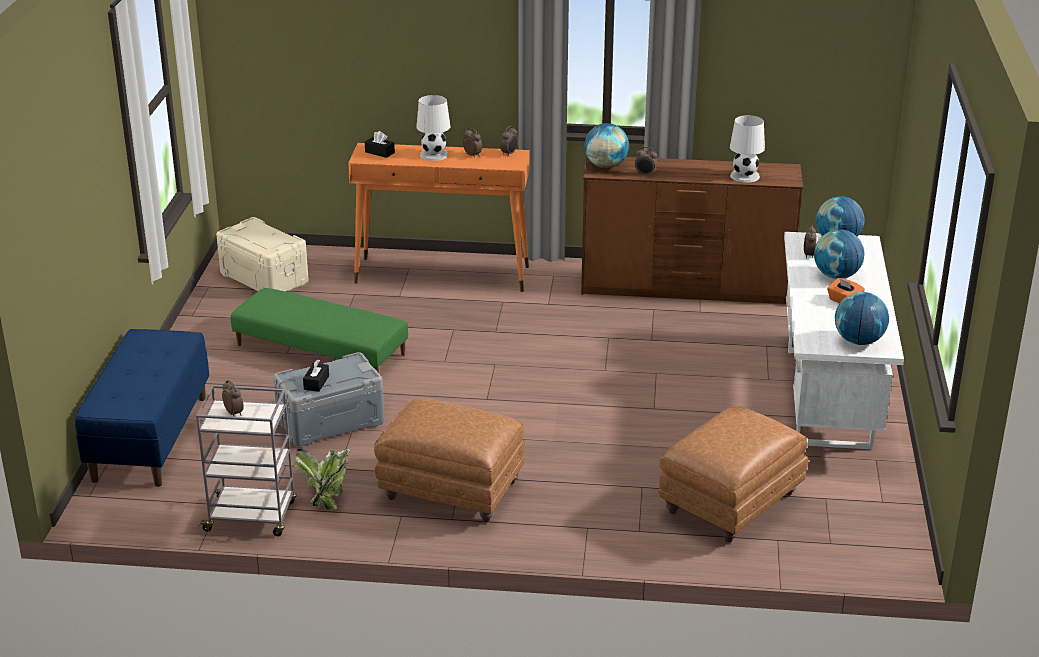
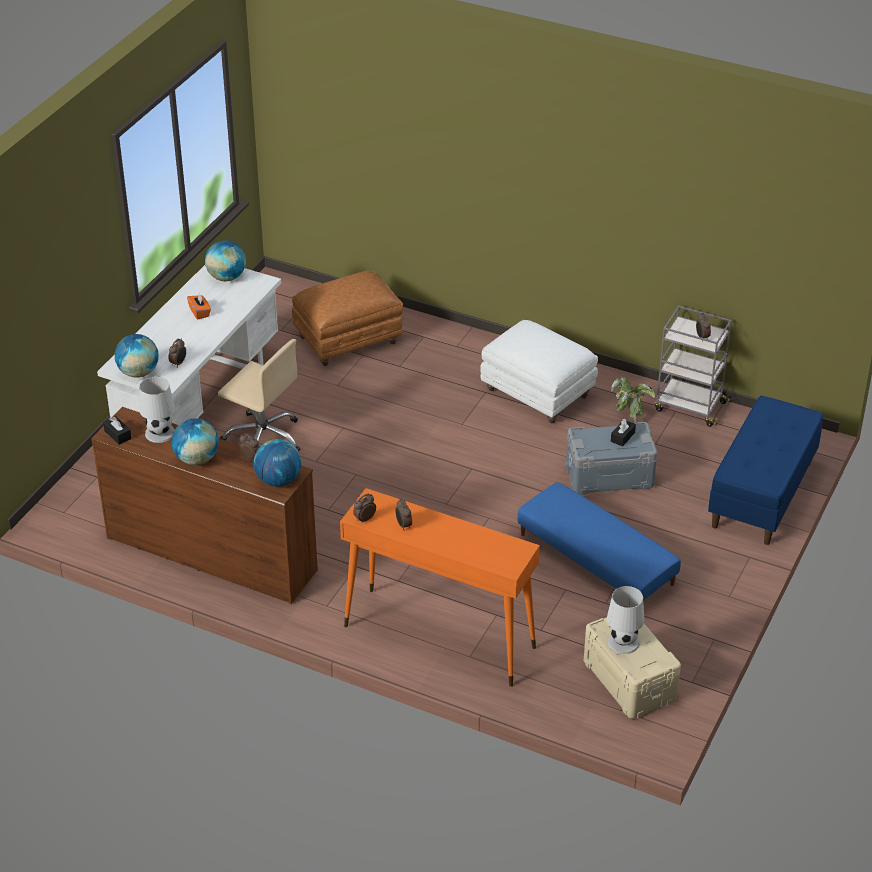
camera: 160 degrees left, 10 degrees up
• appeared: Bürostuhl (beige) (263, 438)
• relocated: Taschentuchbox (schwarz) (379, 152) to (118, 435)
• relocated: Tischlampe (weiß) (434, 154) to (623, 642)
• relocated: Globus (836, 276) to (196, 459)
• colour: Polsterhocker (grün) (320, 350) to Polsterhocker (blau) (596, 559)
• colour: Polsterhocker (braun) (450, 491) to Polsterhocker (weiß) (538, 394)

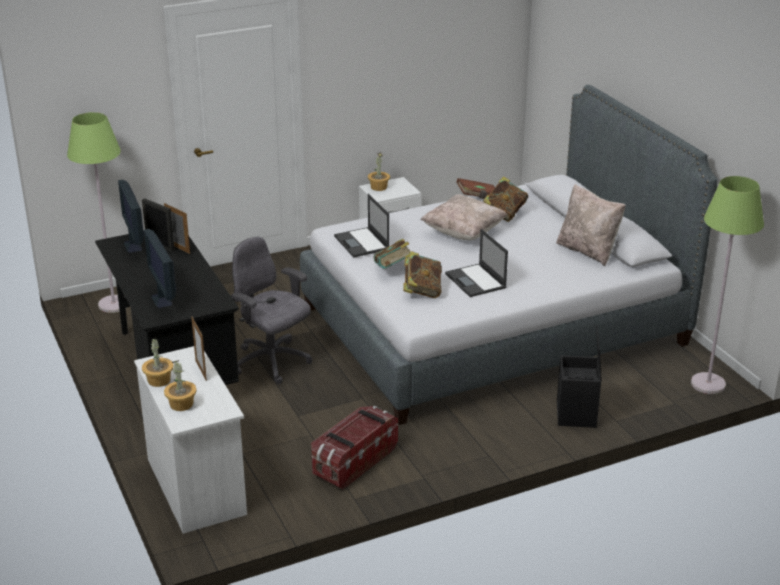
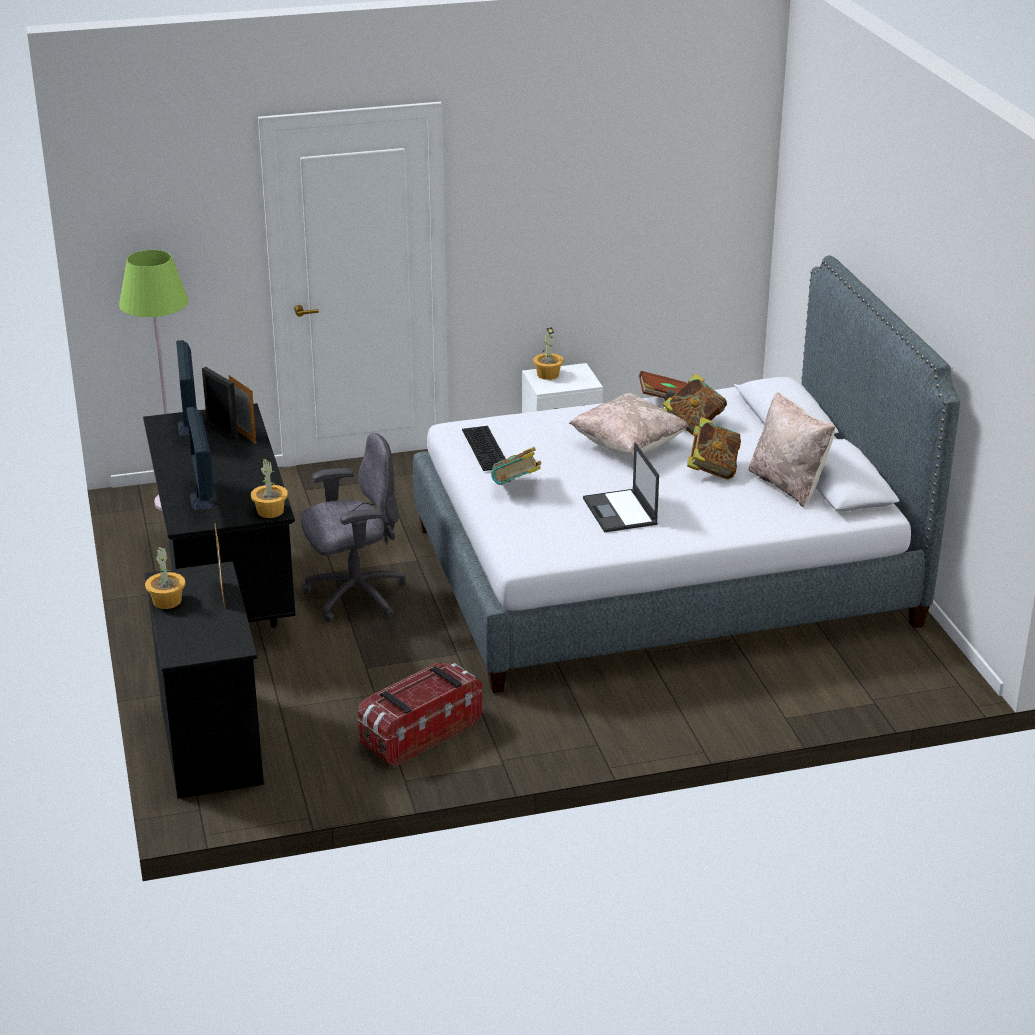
camera: 10 degrees right, 0 degrees up
• missing: Aufbewahrungsbox (schwarz) (577, 414)
• missing: Stehlampe (grün) (708, 384)
• relocated: Topfpflanze (181, 404) to (270, 511)
• relocated: Buch (422, 291) to (713, 469)
• exchanged: Laptop (362, 243) to Tastatur (487, 448)
• colour: Kommode (weiß) (196, 486) to Kommode (schwarz) (211, 742)
• spun: Bürostuhl (grau) (272, 363) = (354, 596) 105 degrees clockwise

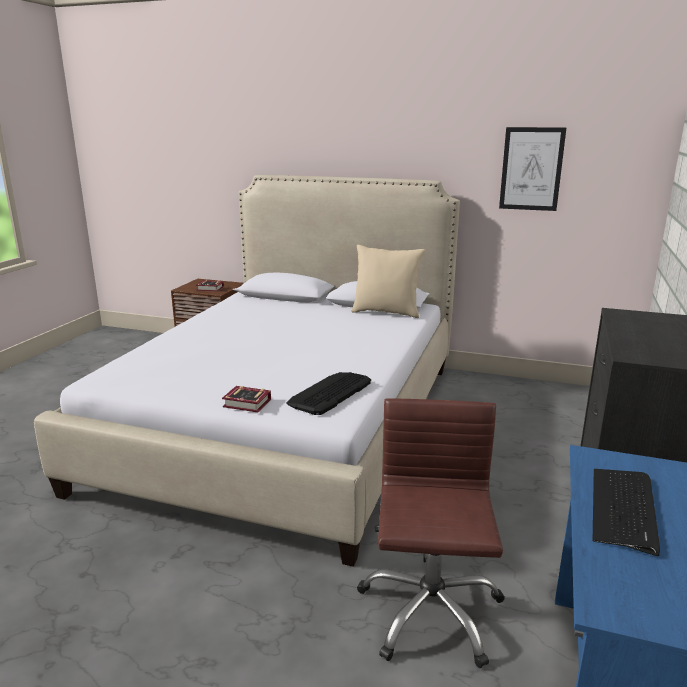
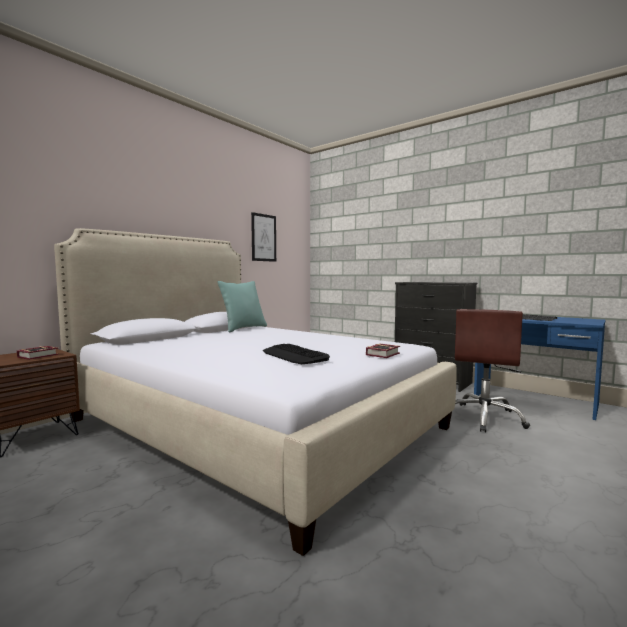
camera: 70 degrees left, 15 degrees down
• relocated: Tastatur (330, 393) to (294, 355)
• colour: Kissen (beige) (386, 312) to Kissen (türkis) (243, 328)
• spun: Bürostuhl (braun) (429, 611) = (484, 418) 90 degrees counterclockwise

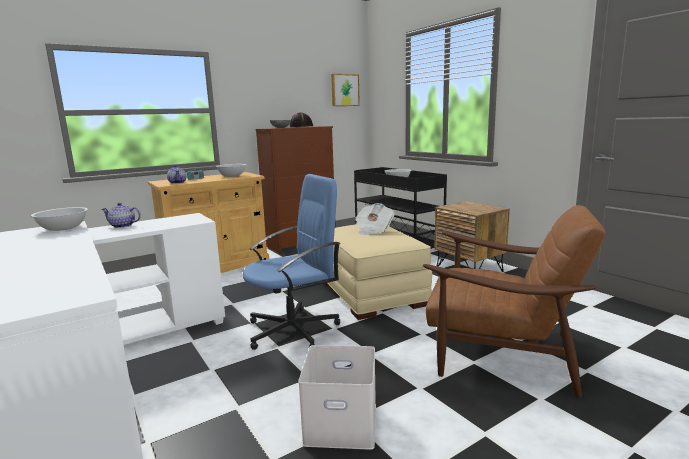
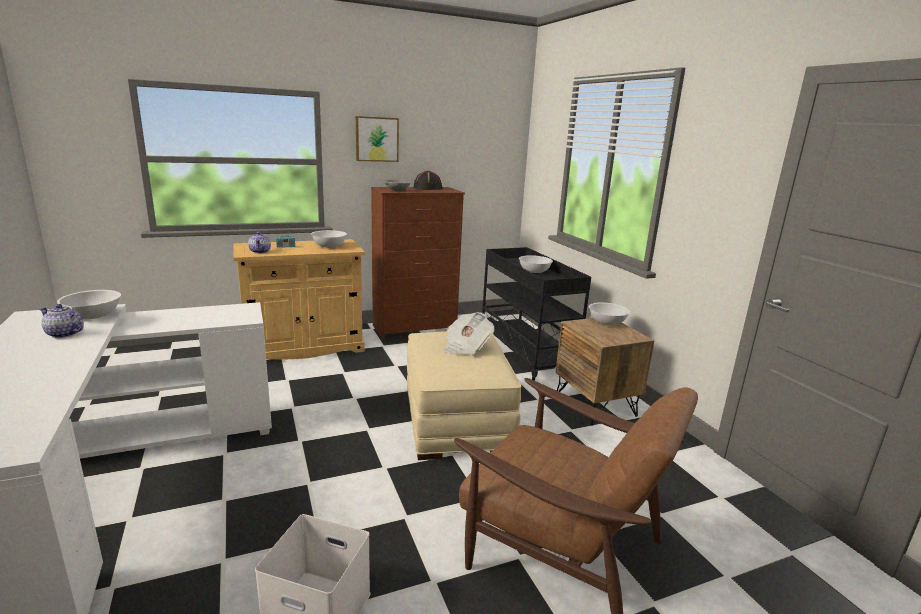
camera: 10 degrees right, 5 degrees up
• missing: Bürostuhl (blau) (294, 330)
• appeared: Schüssel (weiß) (606, 322)
• relocated: Teekanne (123, 226) to (64, 334)
• relocated: Bild (344, 90) to (376, 139)

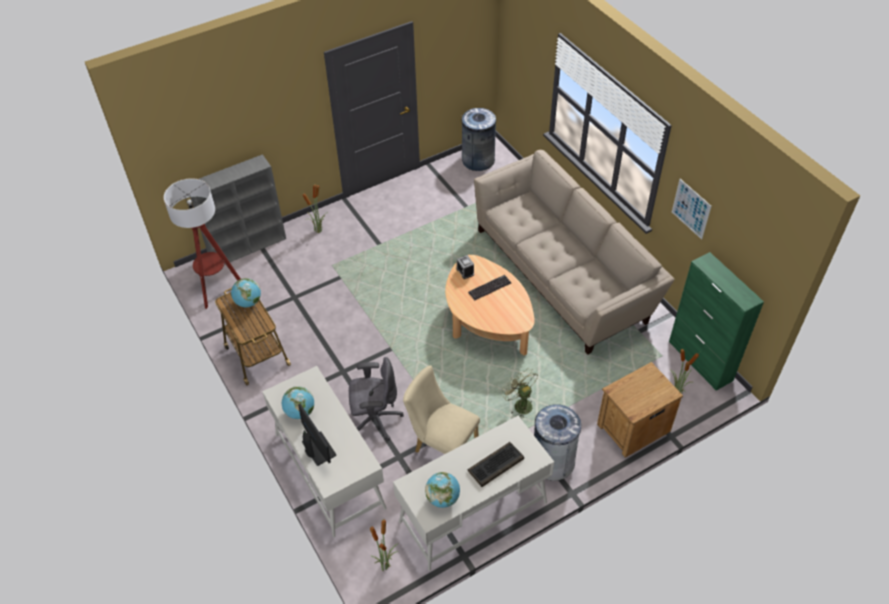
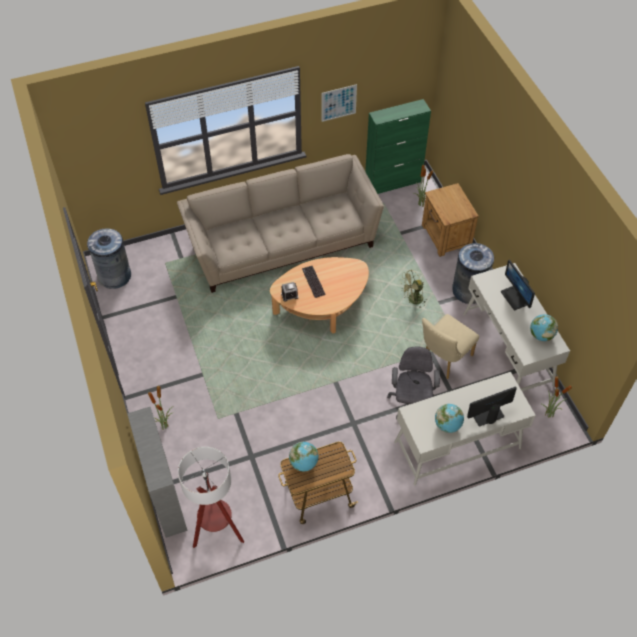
camera: 80 degrees left, 5 degrees up
• exchanged: Tastatur (495, 465) to Monitor (515, 298)

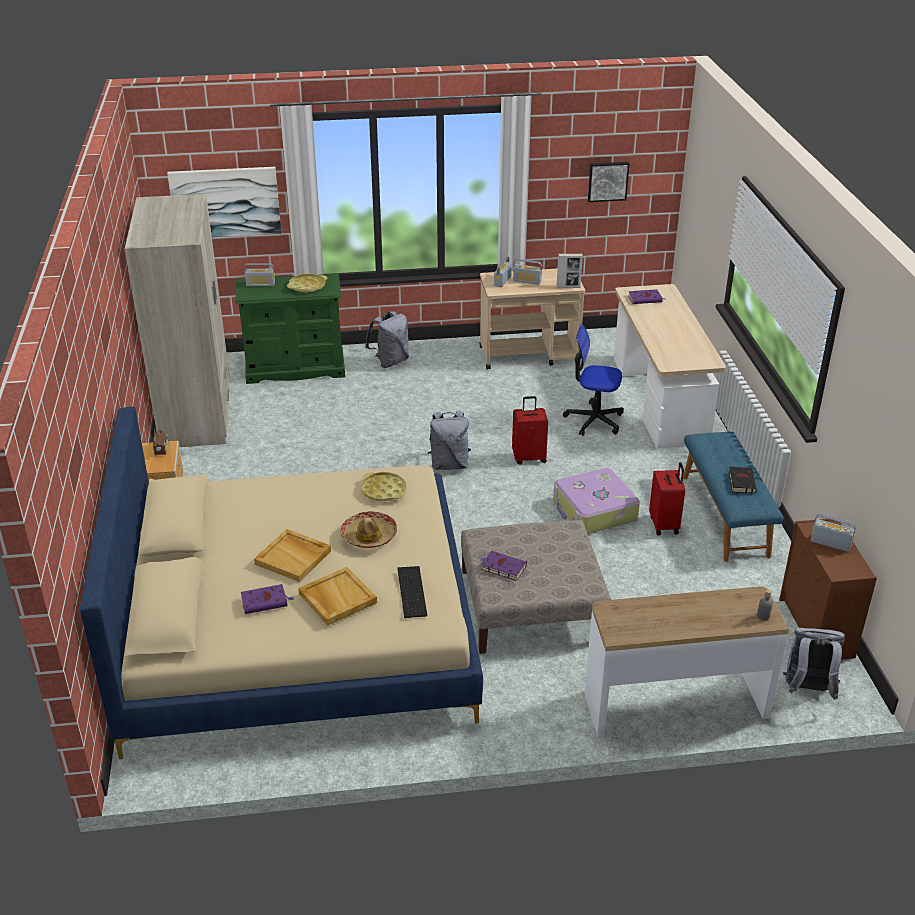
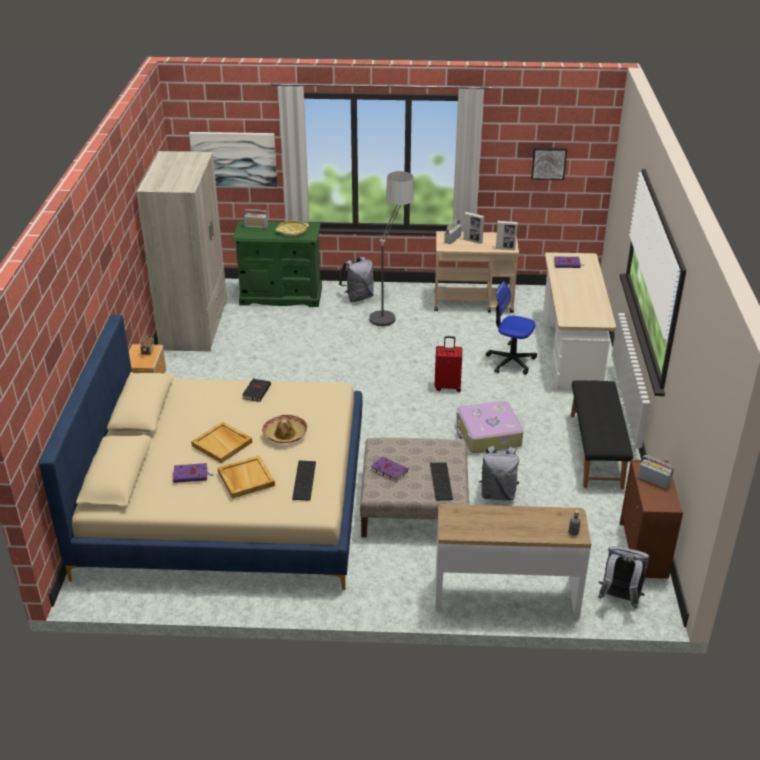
camera: 10 degrees right, 0 degrees up
• missing: Tablett (gelb) (383, 490)
• missing: Koffer (rot) (665, 525)
• appeared: Stehlampe (389, 310)
• appeared: Tastatur (440, 481)
• relocated: Rucksack (grau) (449, 464) to (498, 494)
• relocated: Buch (schwarz) (741, 481) to (257, 391)
• exchanged: Radio (527, 281) to Bilderrahmen (472, 241)
• colour: Bank (blau) (725, 515) to Bank (schwarz) (596, 450)

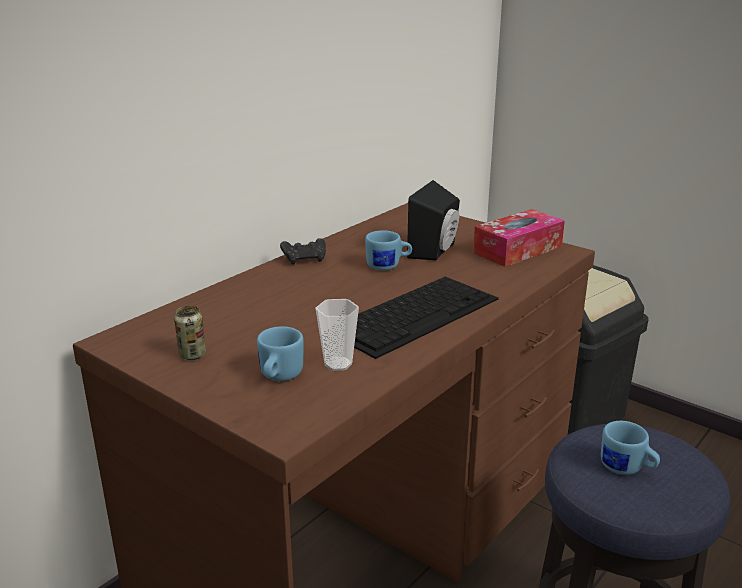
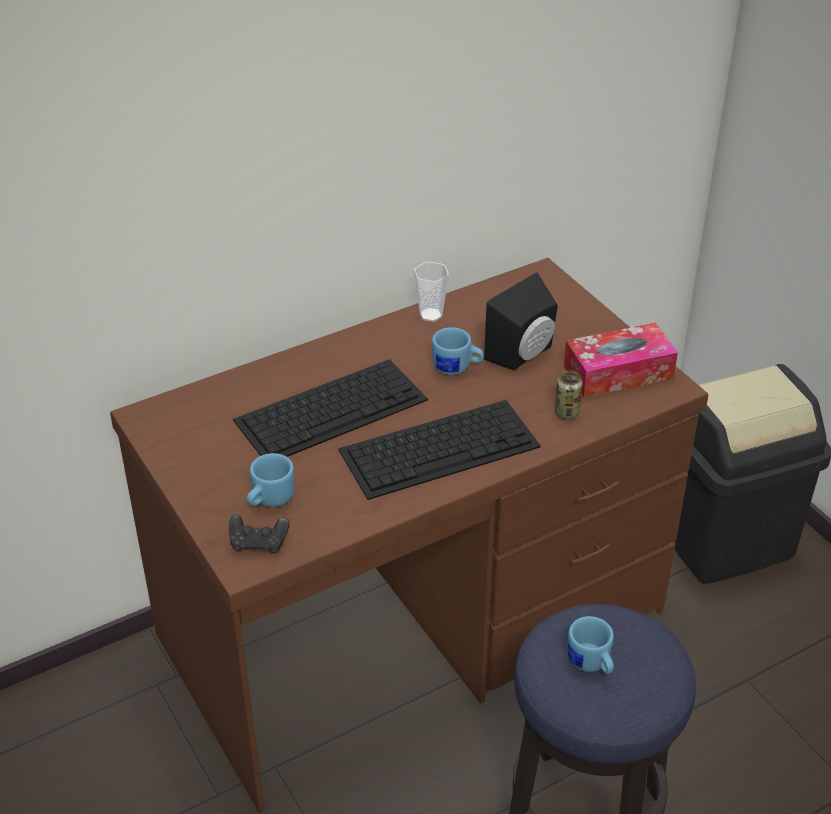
camera: 20 degrees right, 15 degrees up
• appeared: Tastatur (332, 409)
• relocated: Dose (192, 355) to (566, 412)
• relocated: Gamepad (schwarz) (305, 259) to (259, 543)
• relocated: Tasse (338, 364) to (430, 315)

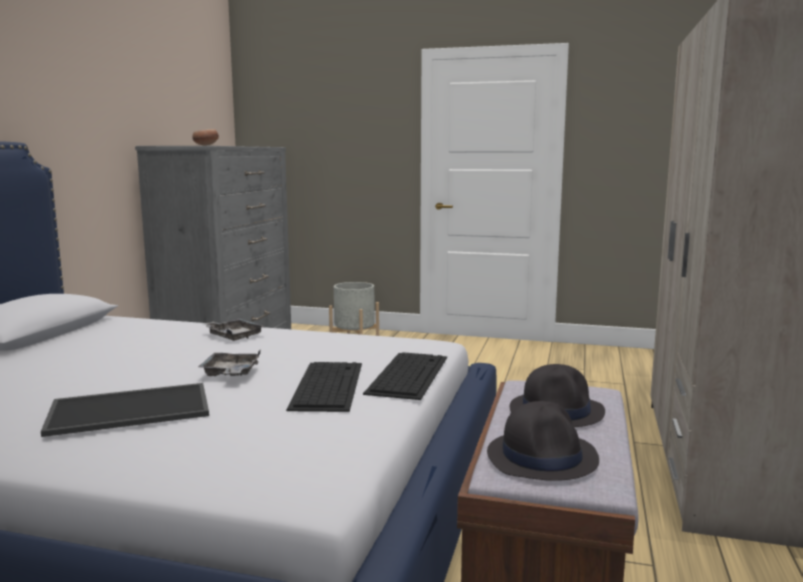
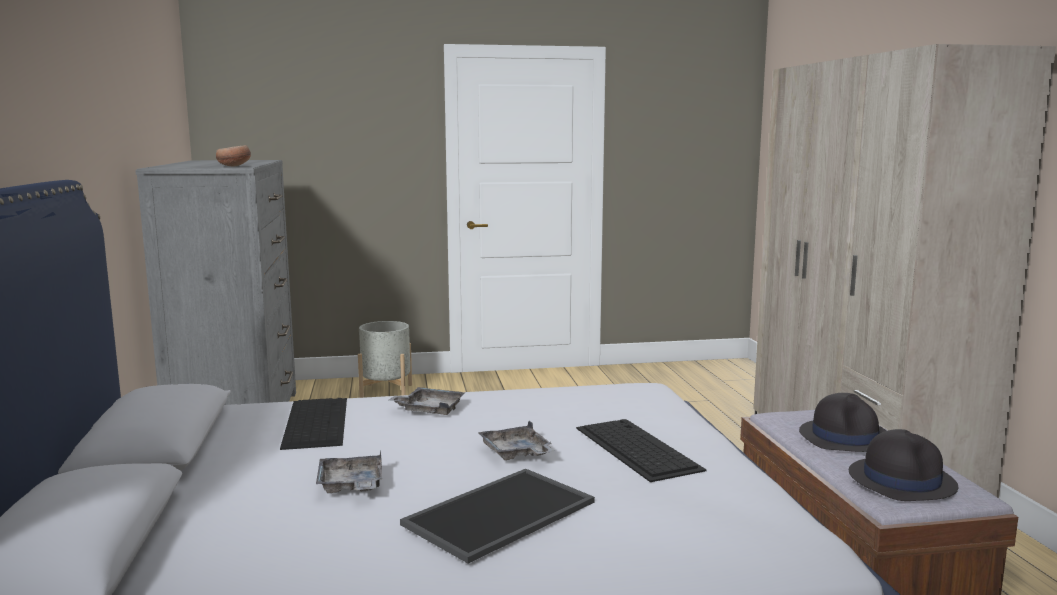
camera: 25 degrees left, 0 degrees up
• appeared: Tablett (grau) (351, 486)
• relocated: Tastatur (408, 374) to (315, 422)

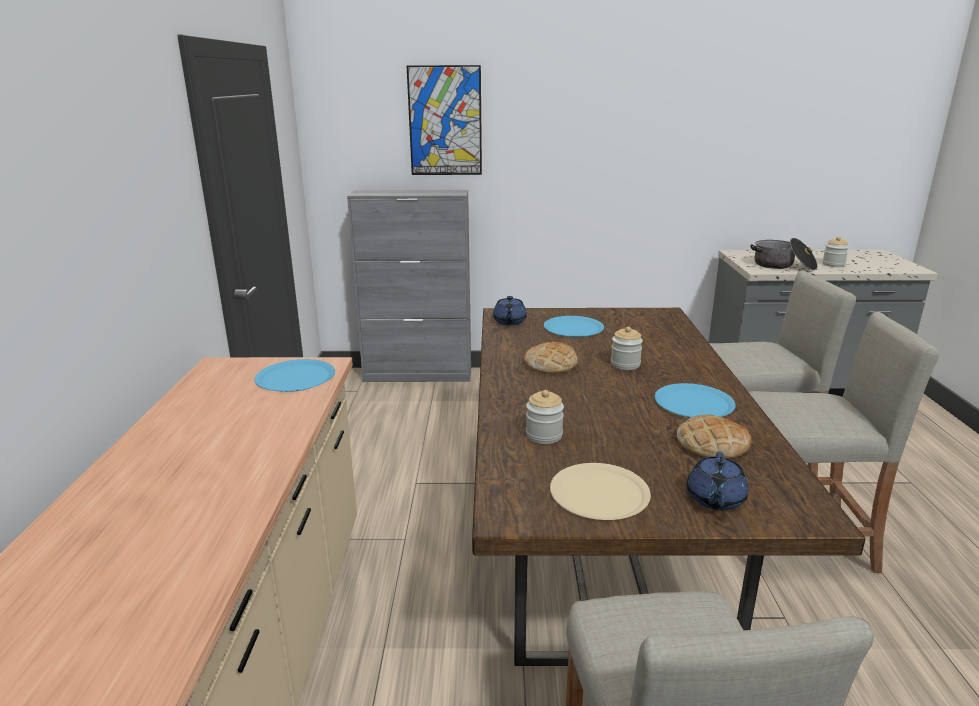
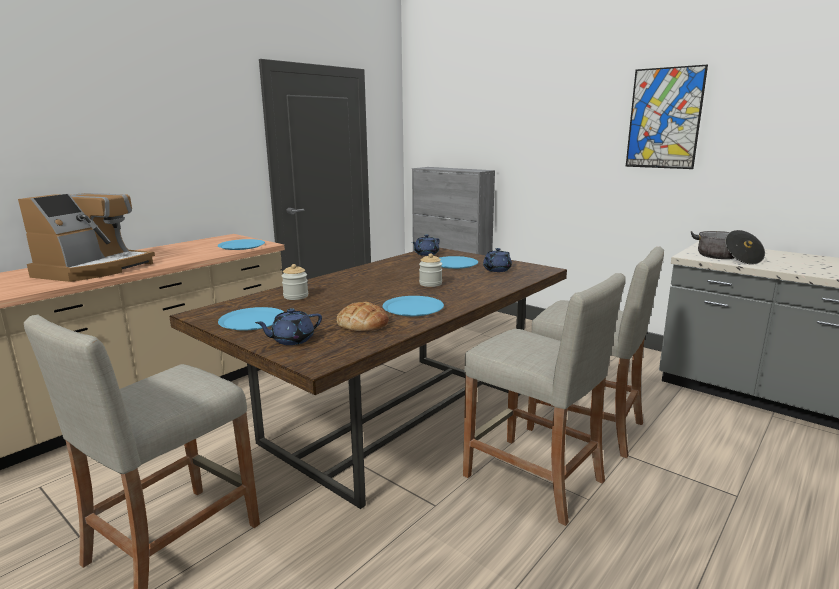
camera: 40 degrees right, 5 degrees down
• missing: Brot (551, 364)
• missing: Vorratsglas (833, 264)
• appeared: Kaffeemaschine (95, 269)
• appeared: Teekanne (blau) (496, 270)
• relocated: Bild (445, 121) to (664, 118)
• colour: Teller (beige) (599, 493) to Teller (blau) (252, 320)

